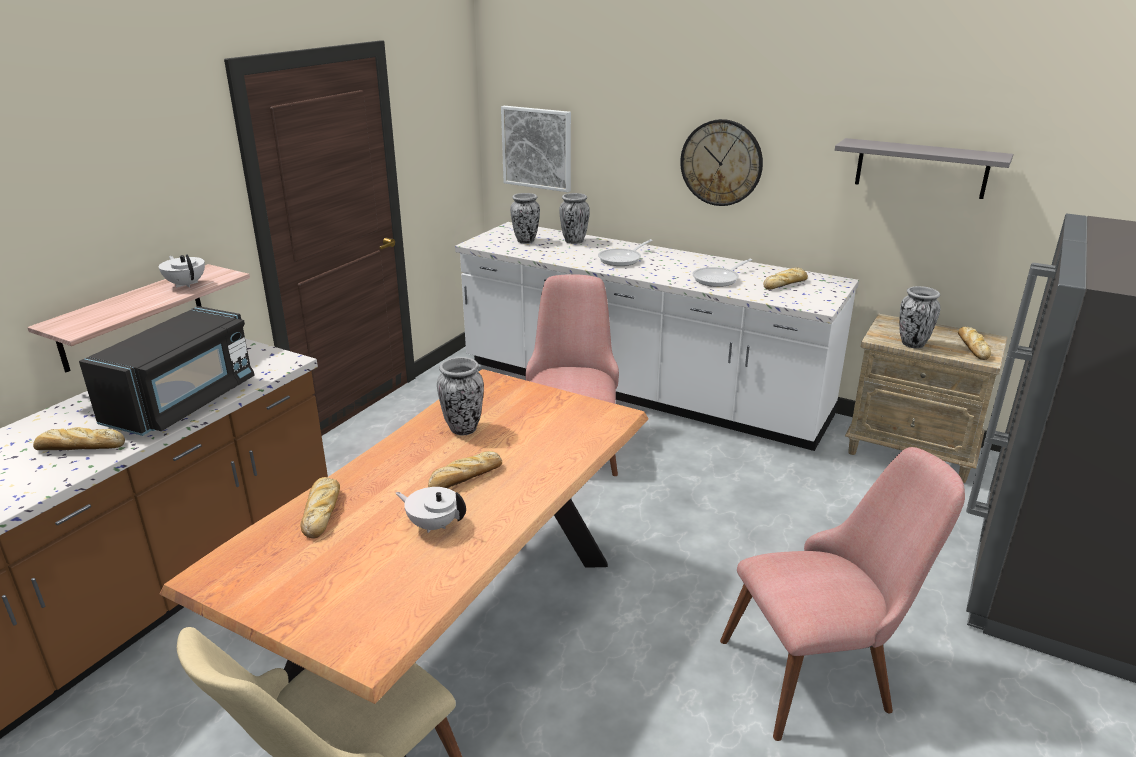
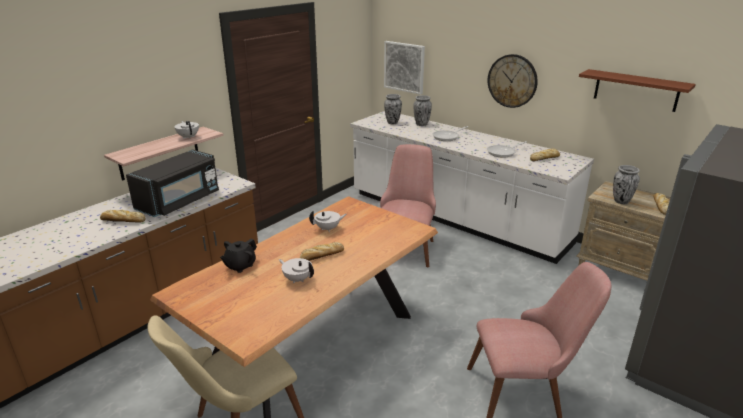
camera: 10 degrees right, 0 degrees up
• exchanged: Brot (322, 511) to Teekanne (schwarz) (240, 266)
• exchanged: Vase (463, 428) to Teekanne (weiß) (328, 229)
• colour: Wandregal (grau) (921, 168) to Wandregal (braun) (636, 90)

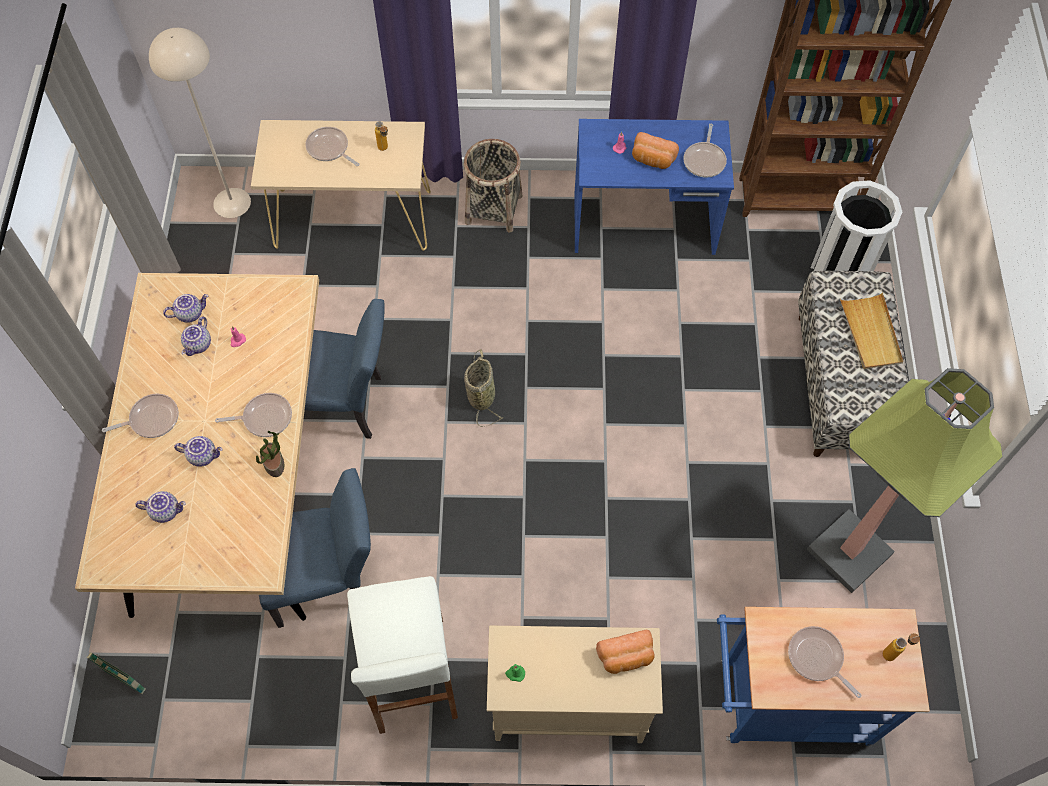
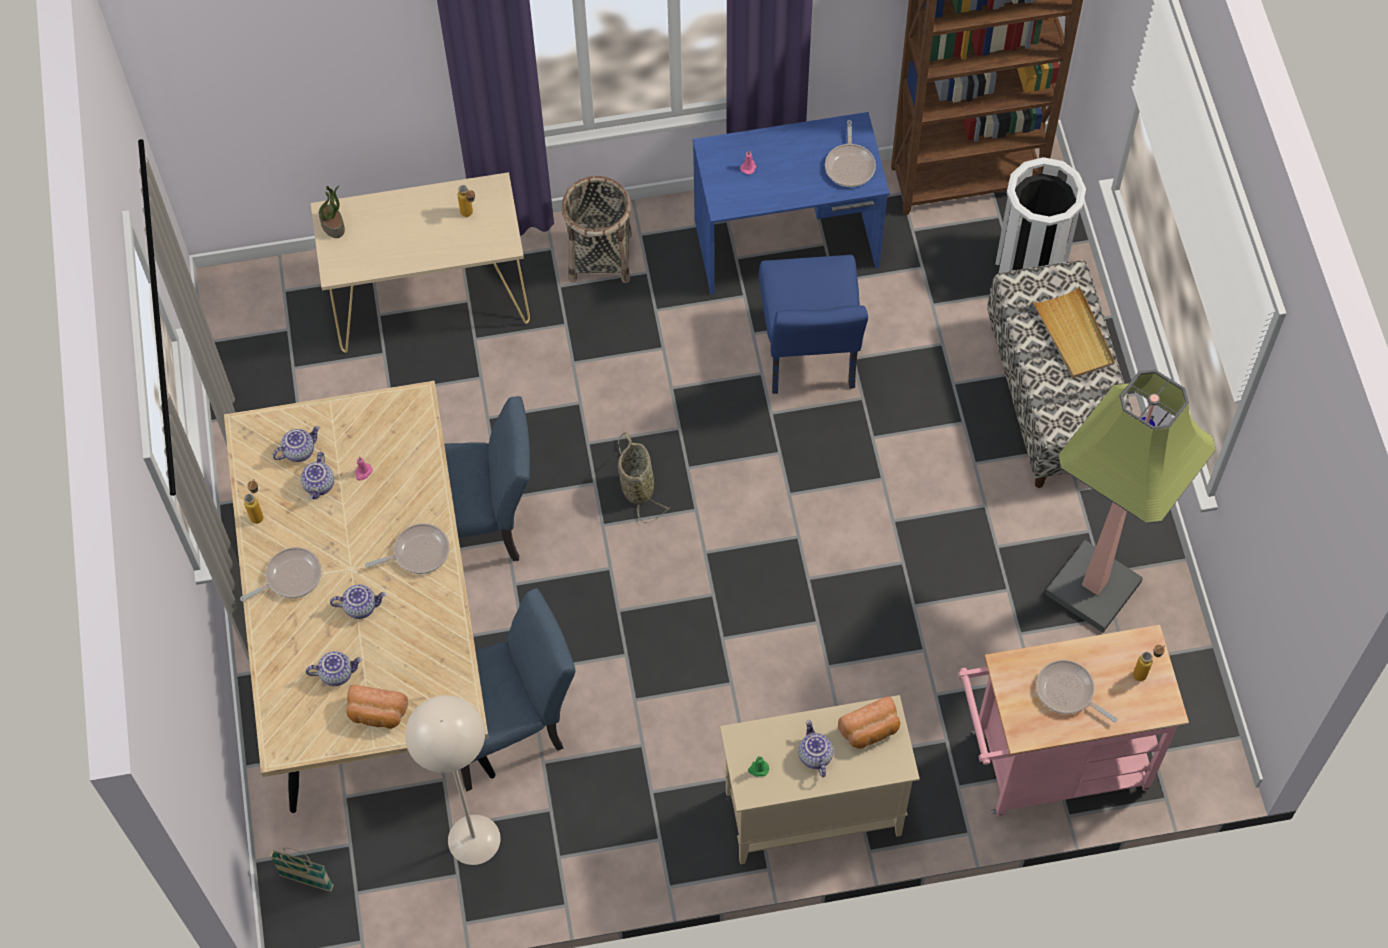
camera: 10 degrees left, 0 degrees up
• missing: Pfanne (329, 149)
• missing: Hocker (weiß) (410, 674)
• appeared: Flasche (258, 513)
• appeared: Stuhl (blau) (809, 358)
• appeared: Teekanne (814, 755)
• relocated: Stehlampe (beige) (232, 202) to (474, 839)
• relocated: Topfpflanze (274, 463) to (333, 225)
• relocated: Brot (652, 160) to (377, 714)
• colour: Rollwagen (blau) (784, 703) to Rollwagen (rosa) (1048, 764)

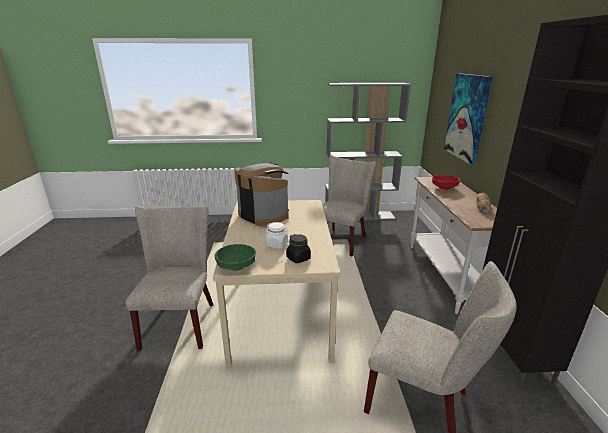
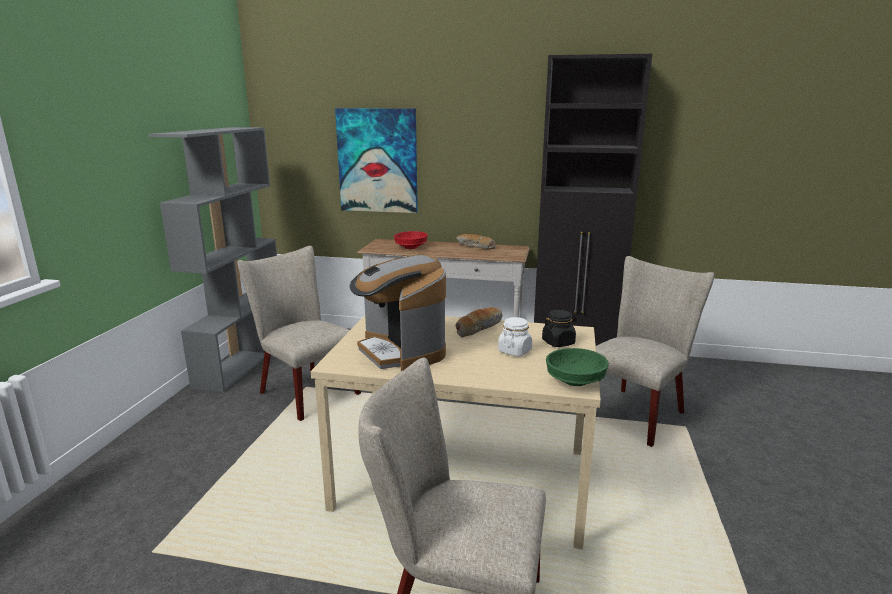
camera: 75 degrees left, 5 degrees down
• appeared: Brot (478, 327)
• spun: Kaffeemaschine (264, 215) = (401, 351) 90 degrees counterclockwise

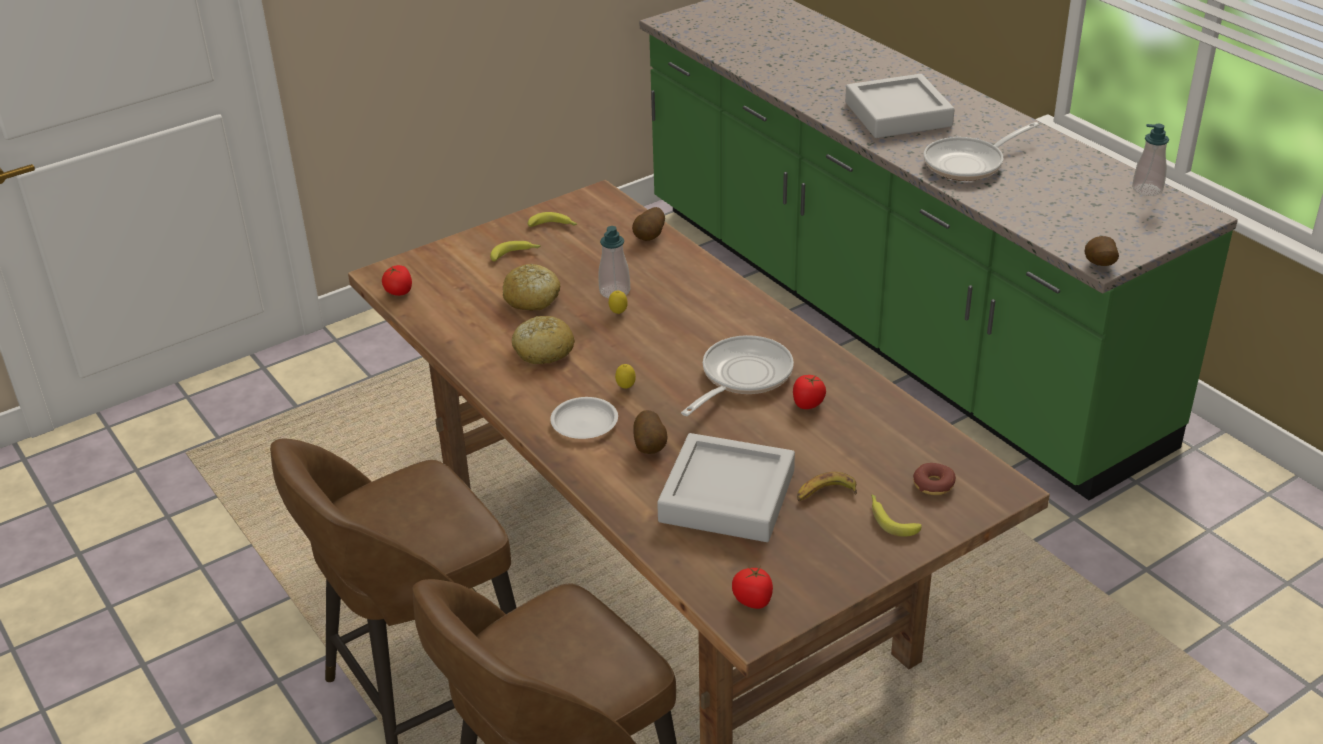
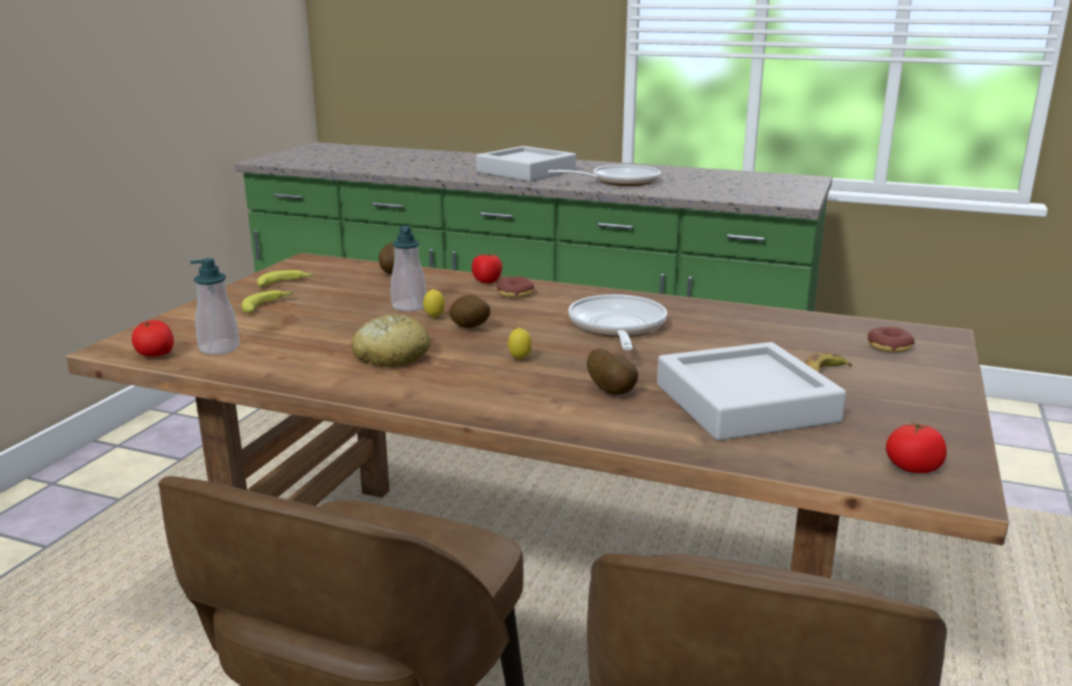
camera: 35 degrees left, 15 degrees down
• missing: Brot (532, 298)
• missing: Teller (weiß) (585, 422)
• missing: Banane (890, 519)
• appeared: Donut (515, 293)
• relocated: Tomate (807, 403) to (487, 281)
• relocated: Kartoffel (1098, 265) to (469, 329)
• relocated: Seifenspender (1147, 189) to (219, 348)
• spun: Pfanne (969, 163) = (619, 181) 135 degrees counterclockwise

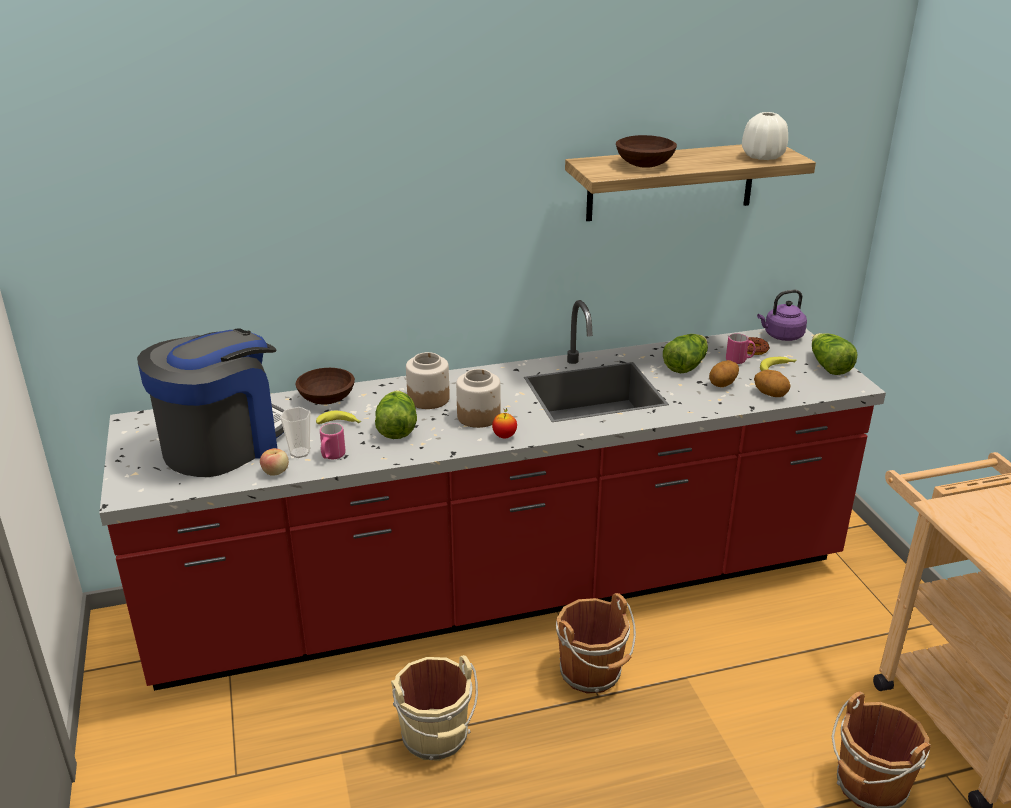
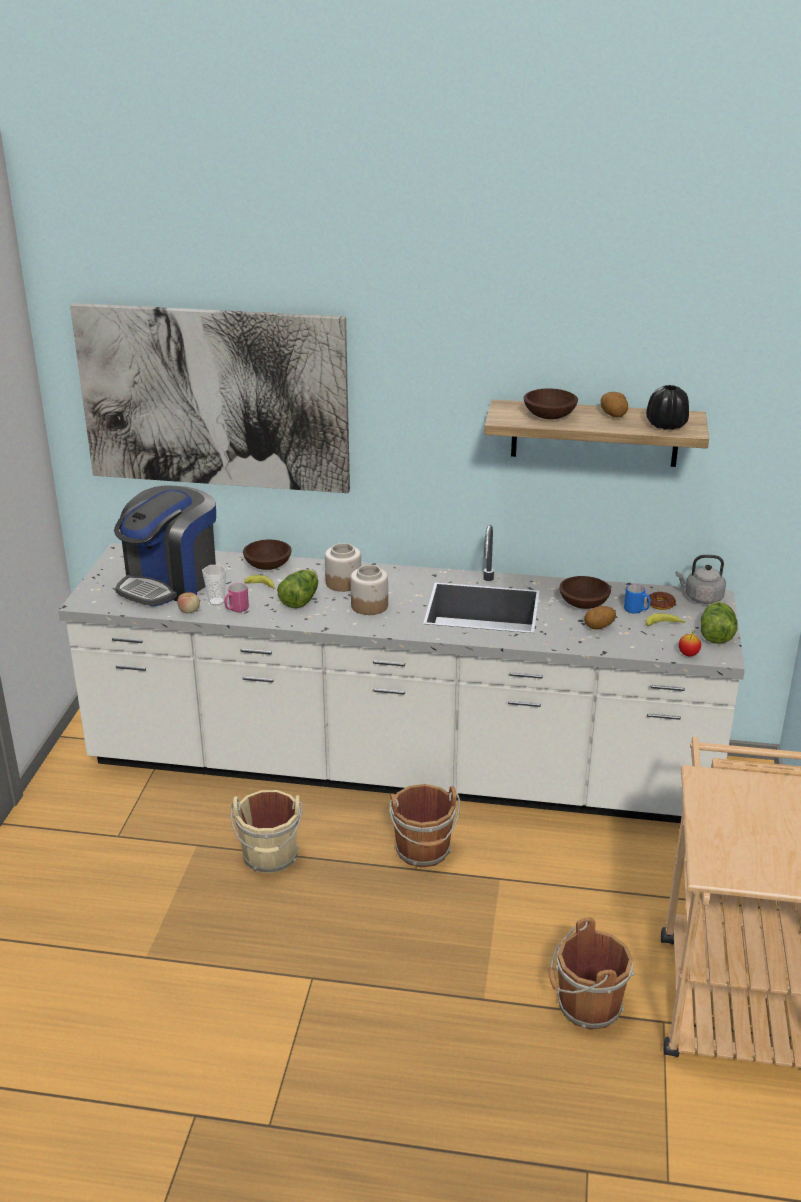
camera: 25 degrees right, 0 degrees up
• appeared: Bild (214, 398)
• relocated: Apfel (504, 436) to (688, 654)
• relocated: Kartoffel (770, 394) to (613, 415)
• exchanged: Salatkopf (685, 365) to Schüssel (braun) (582, 603)
• colour: Küchenzeile (rot) (505, 591) to Küchenzeile (weiß) (400, 769)
• colour: Henkelbecher (rosa) (739, 360) to Henkelbecher (blau) (636, 610)
• colour: Vase (weiß) (763, 157) to Vase (schwarz) (666, 425)
• colour: Wasserkessel (lila) (781, 336) to Wasserkessel (grau) (701, 598)
• spun: Kaffeemaschine (224, 443) = (170, 582) 150 degrees clockwise

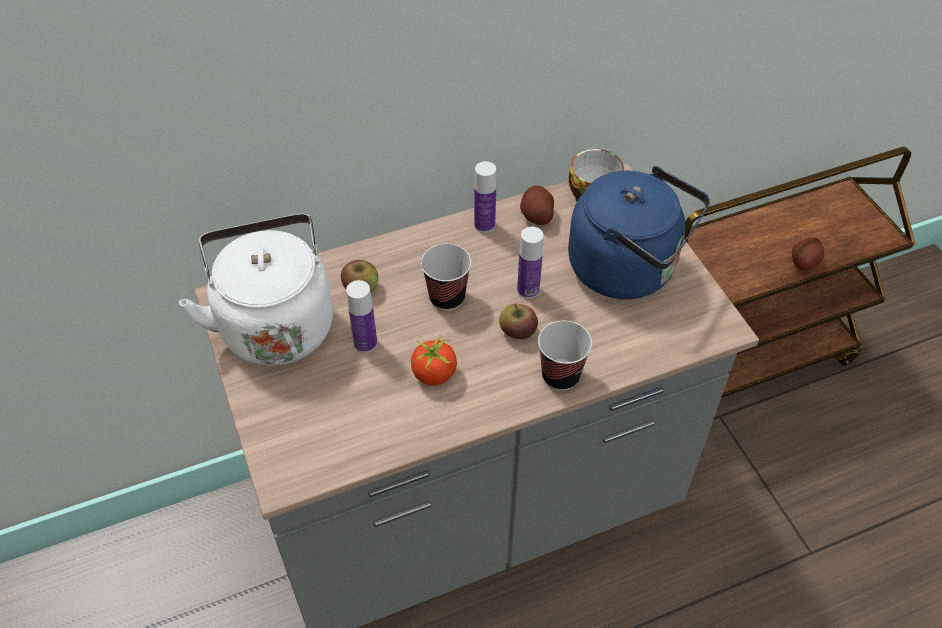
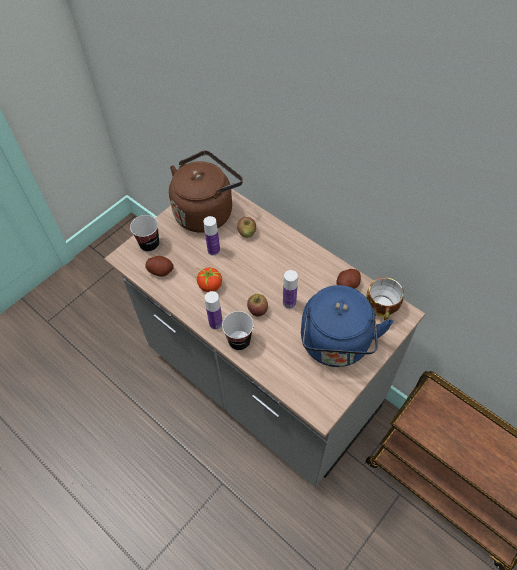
camera: 65 degrees right, 5 degrees up
• relocated: Tasse (447, 297) to (149, 244)
• relocated: Flasche (484, 225) to (216, 323)
• relocated: Kartoffel (804, 262) to (161, 271)
• colour: Wasserkessel (weiß) (275, 323) to Wasserkessel (braun) (206, 211)

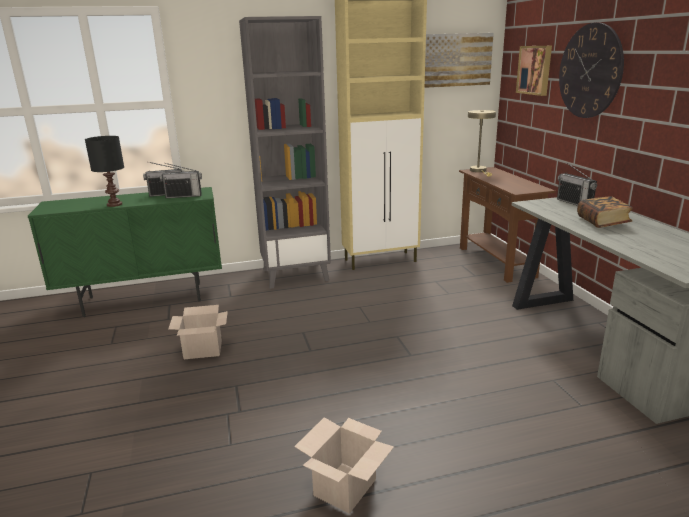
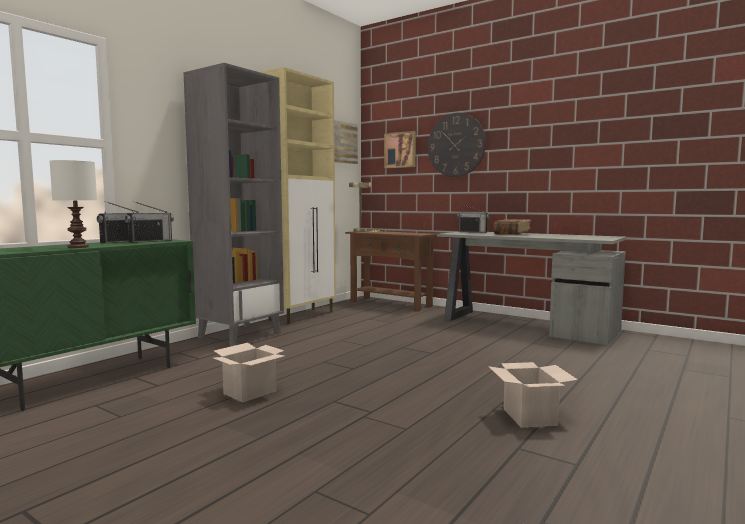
camera: 40 degrees left, 15 degrees down
• colour: Tischlampe (schwarz) (114, 204) to Tischlampe (weiß) (77, 247)

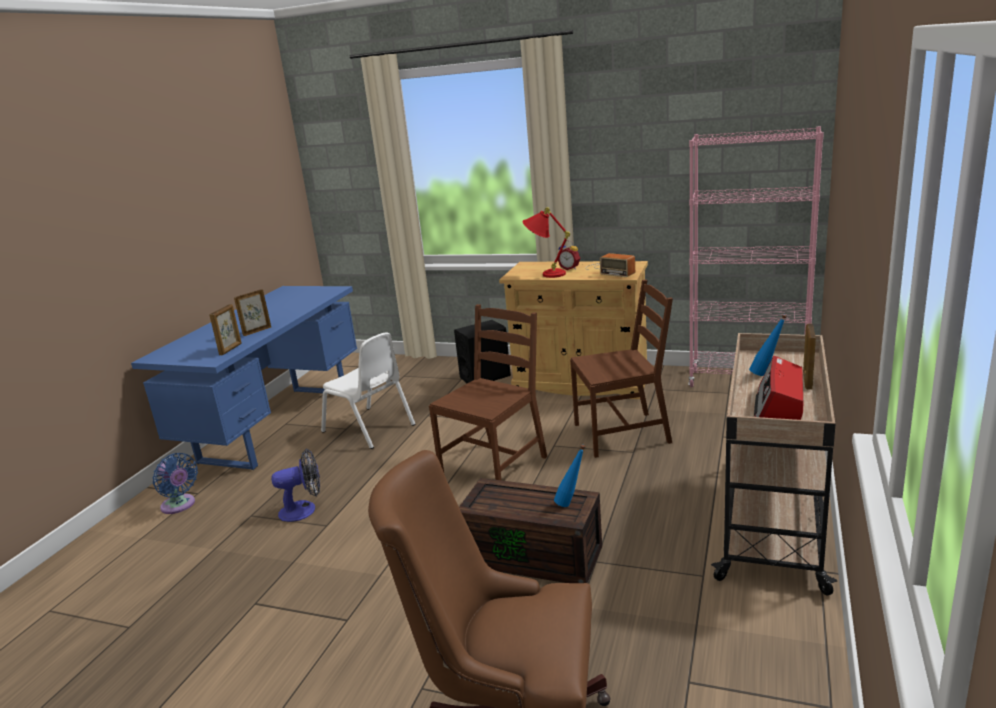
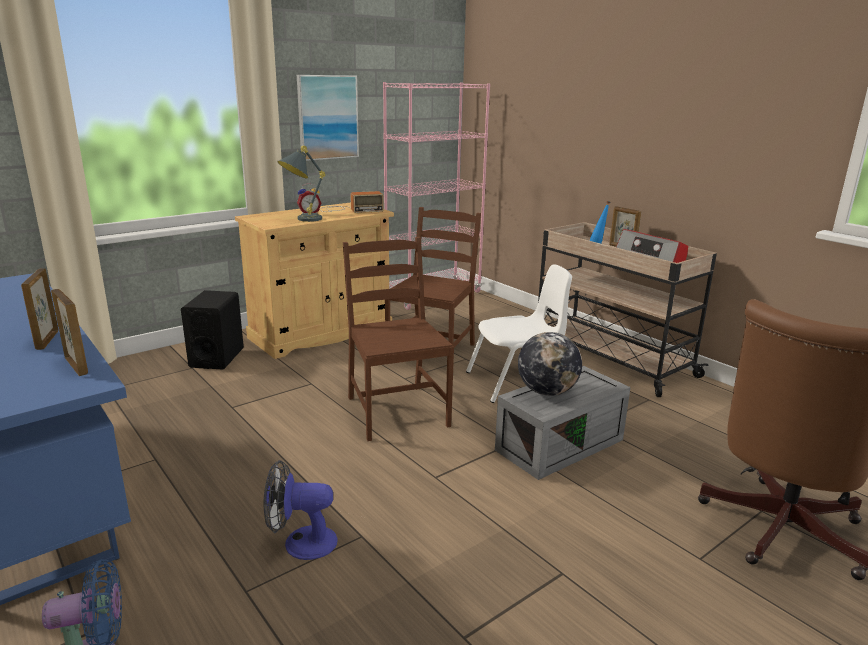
camera: 60 degrees left, 0 degrees up
• missing: Flasche (blau) (571, 504)
• appeared: Bild (327, 117)
• appeared: Globus (547, 392)
• relocated: Stuhl (weiß) (369, 428) to (518, 382)
• colour: Aufbewahrungsbox (braun) (535, 554) to Aufbewahrungsbox (grau) (559, 443)
• colour: Tischlampe (rot) (545, 274) to Tischlampe (grau) (301, 220)
• spun: Ventilator (304, 509) = (301, 542) 105 degrees counterclockwise

